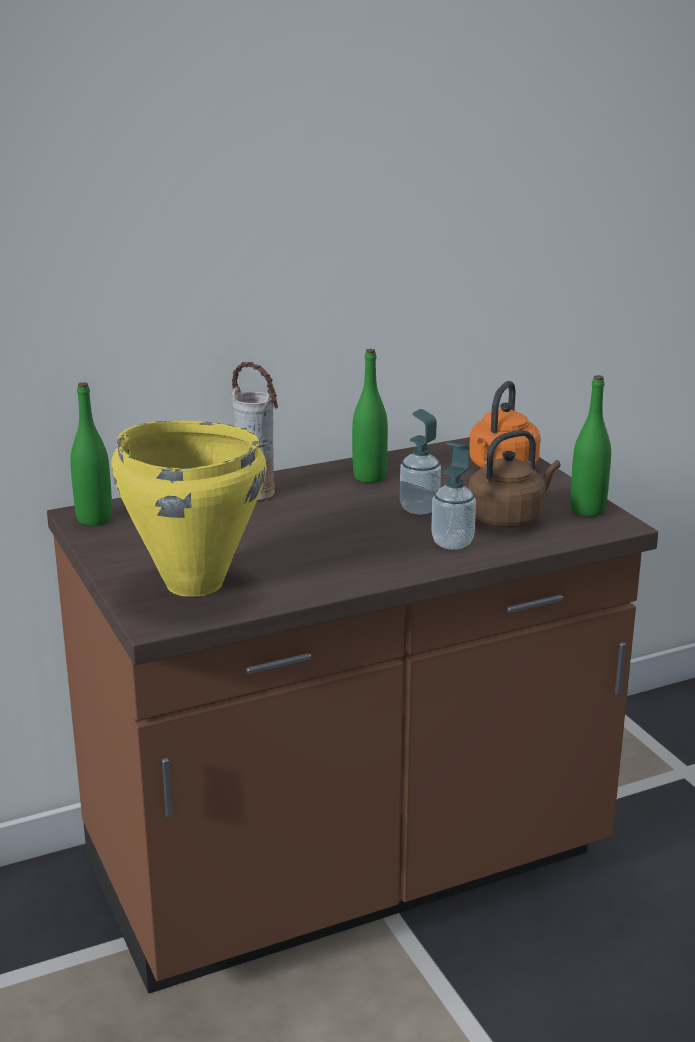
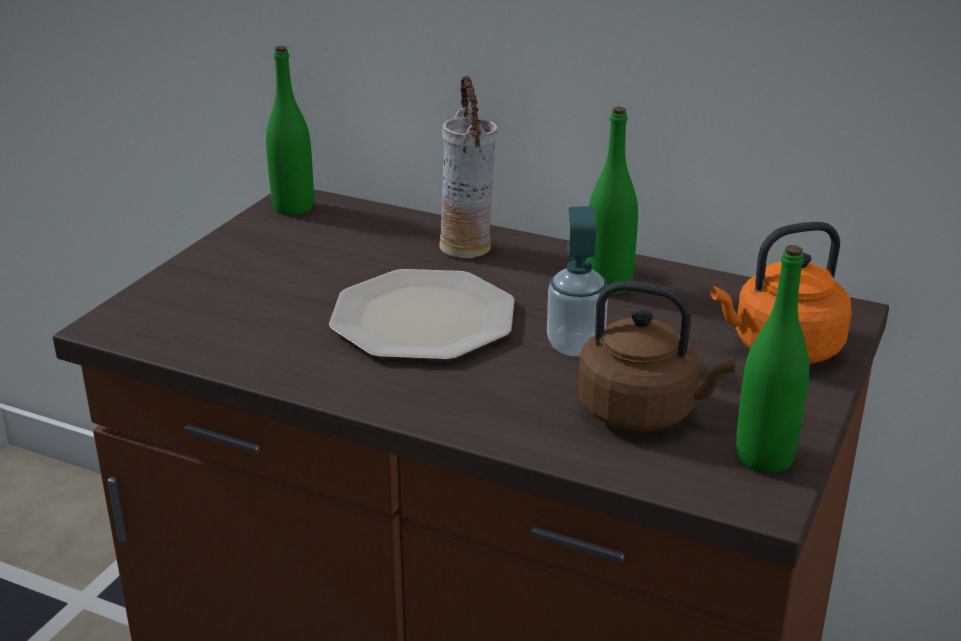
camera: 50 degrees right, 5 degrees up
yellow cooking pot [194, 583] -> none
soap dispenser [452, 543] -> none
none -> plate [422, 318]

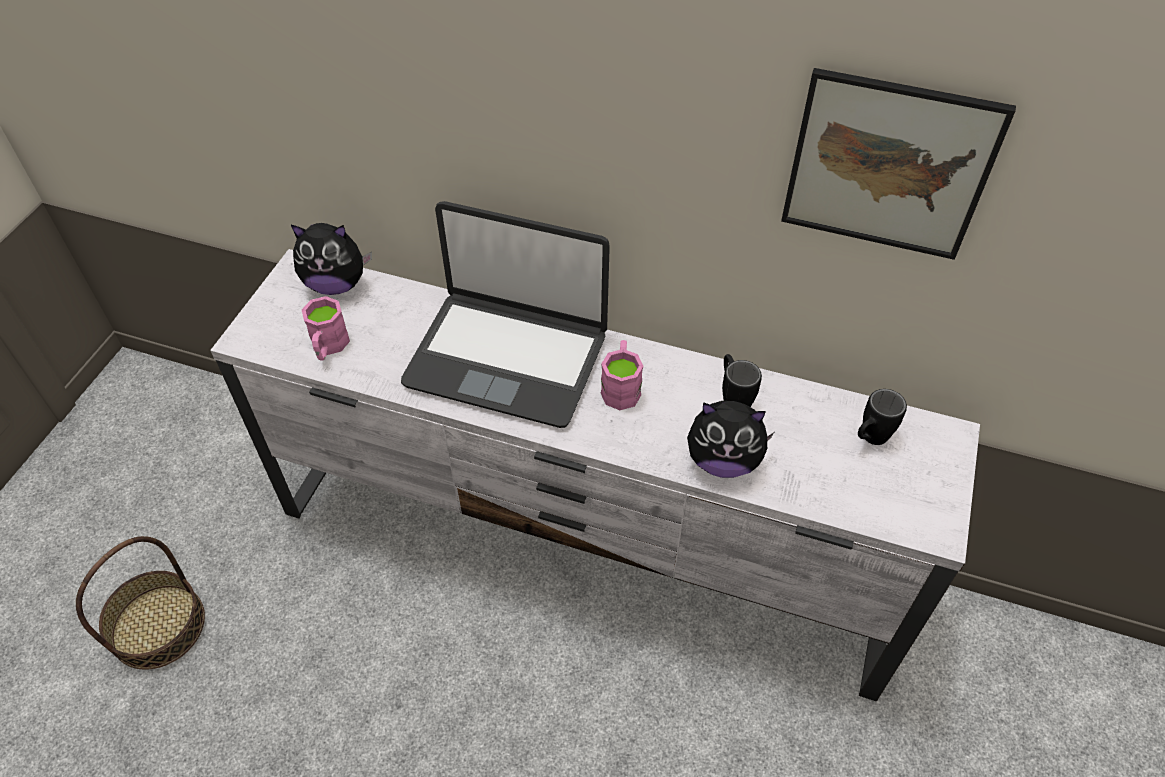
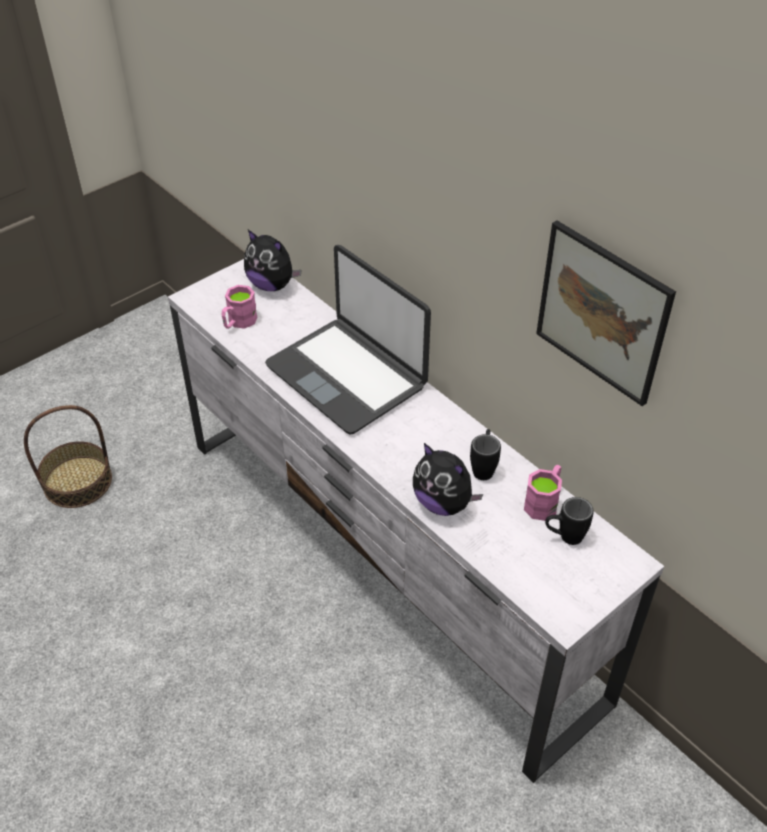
camera: 30 degrees right, 5 degrees down
pink mug [621, 387] -> pink mug [544, 502], move

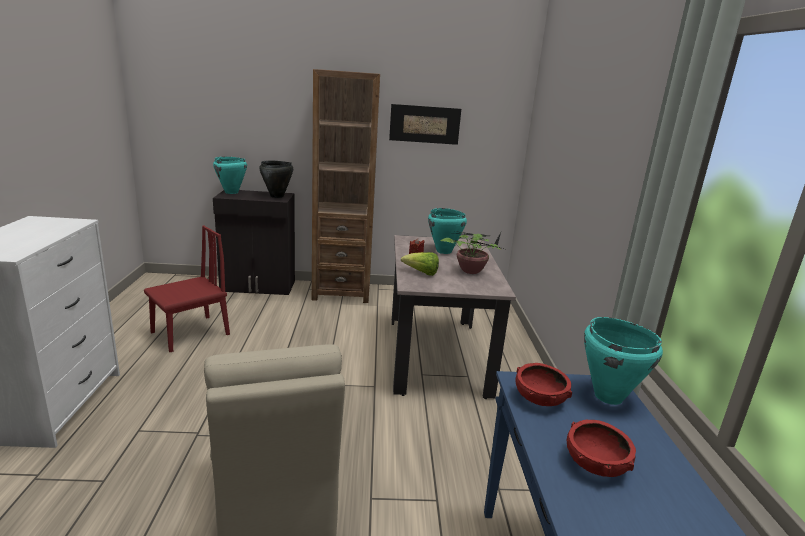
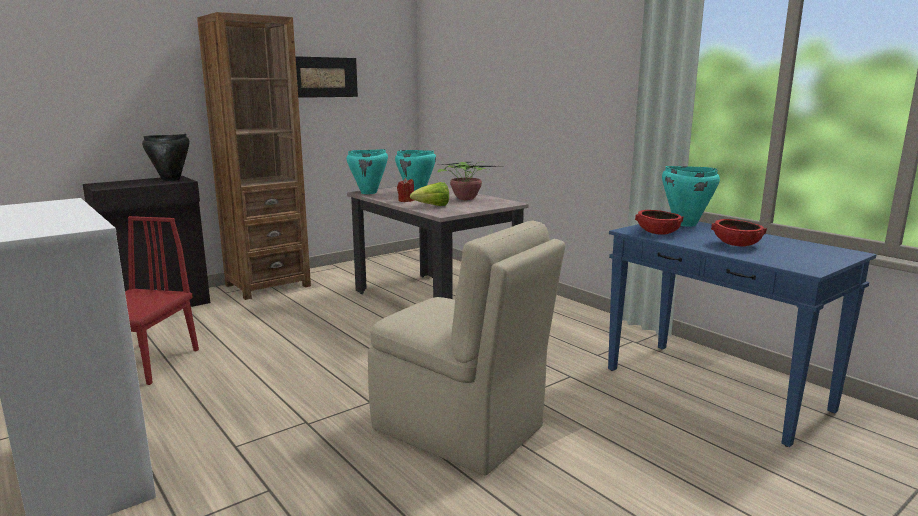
camera: 35 degrees left, 5 degrees down
turquoise cooking pot [231, 192] -> turquoise cooking pot [369, 192], move

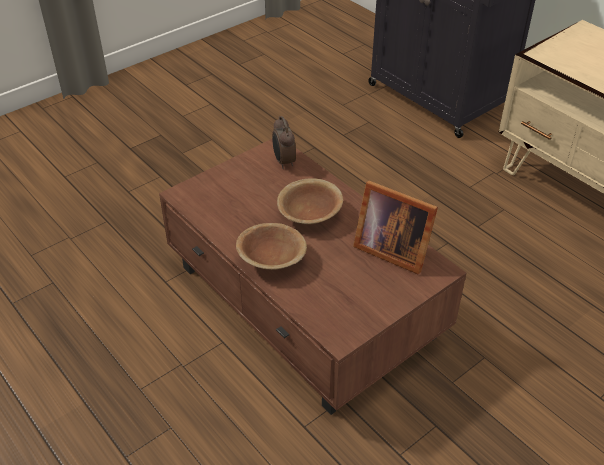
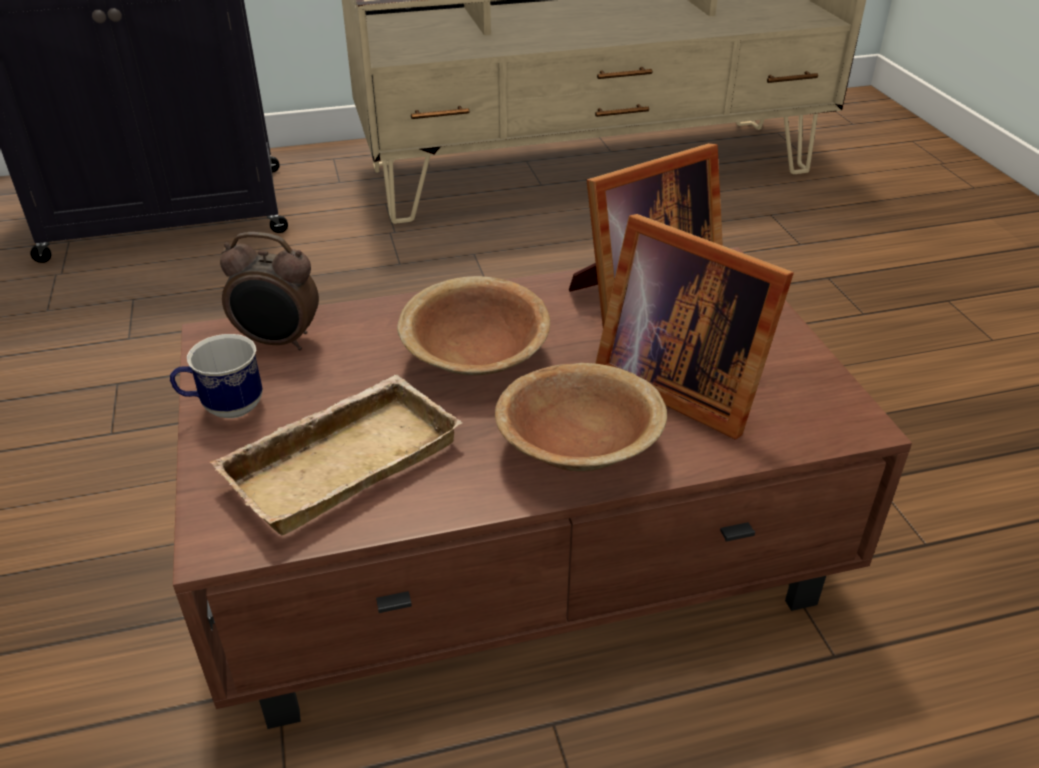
camera: 65 degrees left, 5 degrees down
none -> mug [224, 409]
none -> beige tray [342, 459]
none -> picture frame [678, 383]

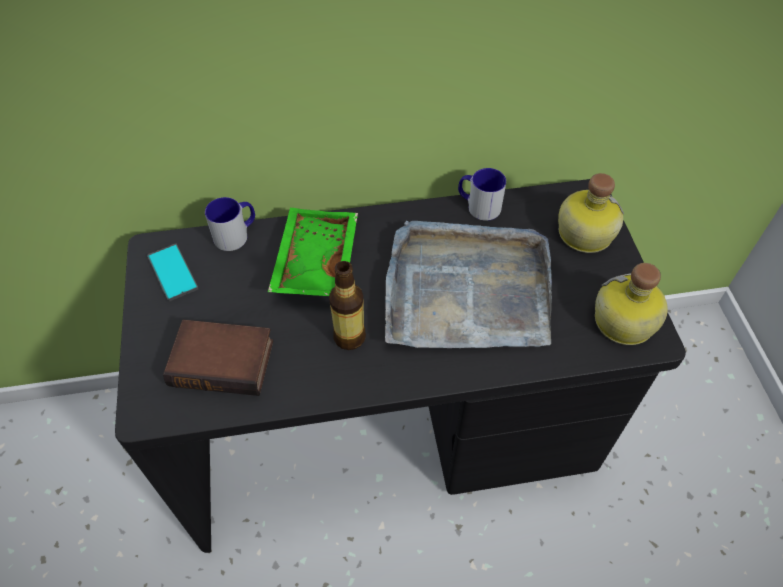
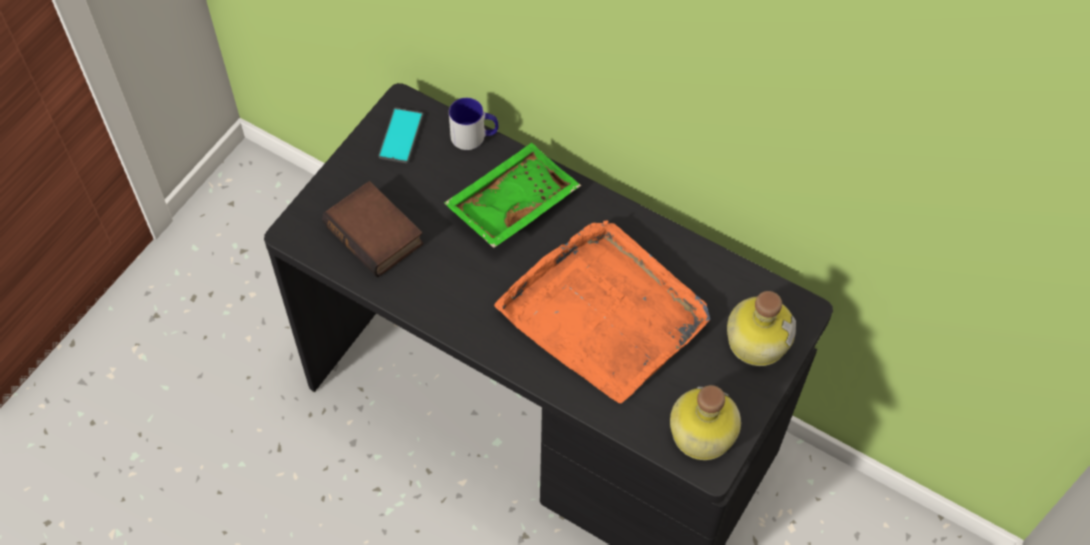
camera: 40 degrees right, 5 degrees up
bottle [349, 337] -> none
mug [478, 206] -> none
grey tray [466, 290] -> orange tray [605, 313]

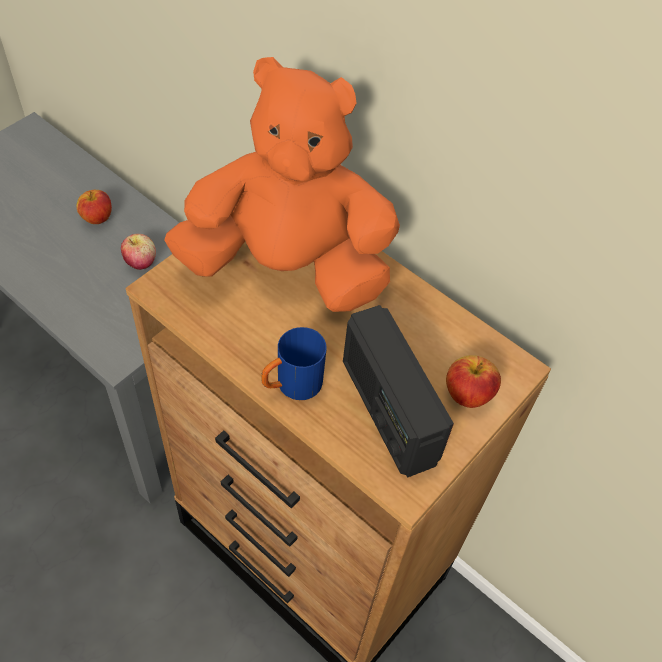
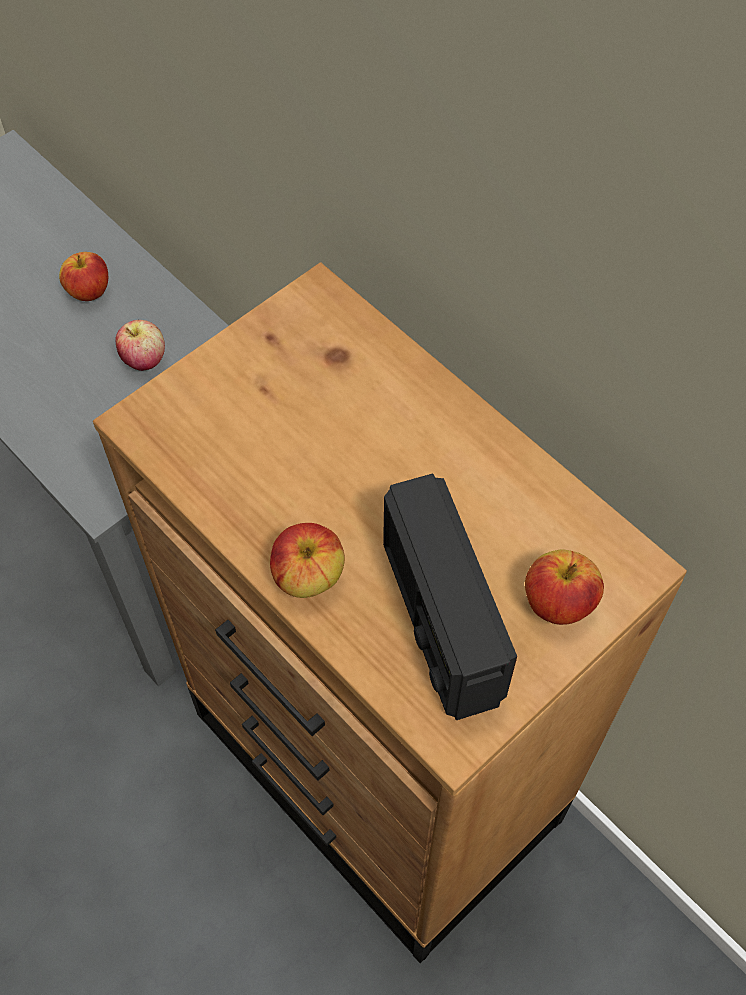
camera: 10 degrees right, 5 degrees up
orange plush toy [288, 267] -> none
blue mug [291, 386] -> apple [308, 576]

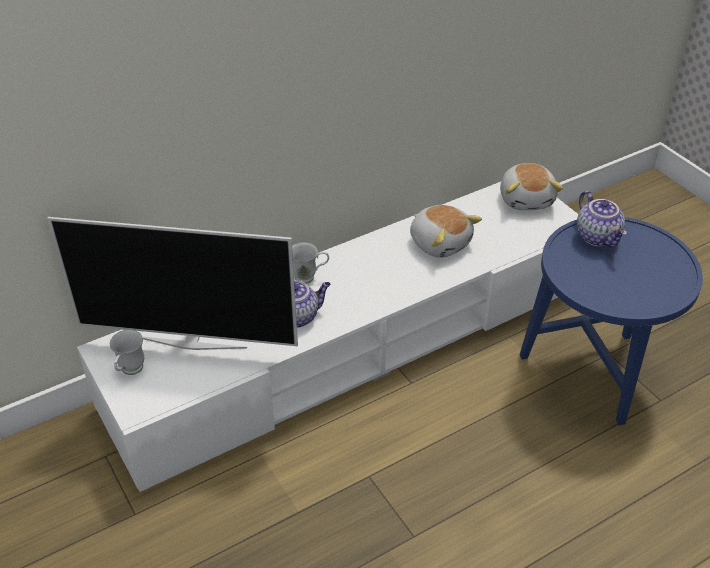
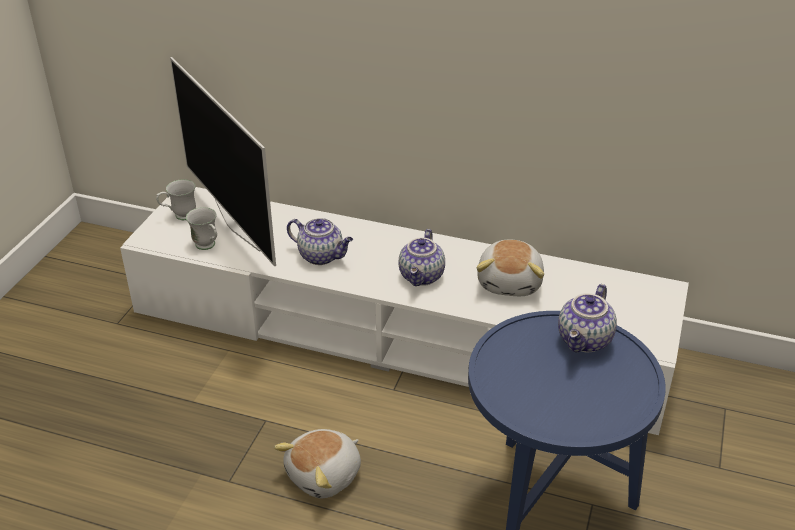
camera: 50 degrees right, 5 degrees down
none -> teapot [422, 277]
white mug [309, 277] -> white mug [208, 247], move
plush toy [527, 199] -> plush toy [325, 475], move

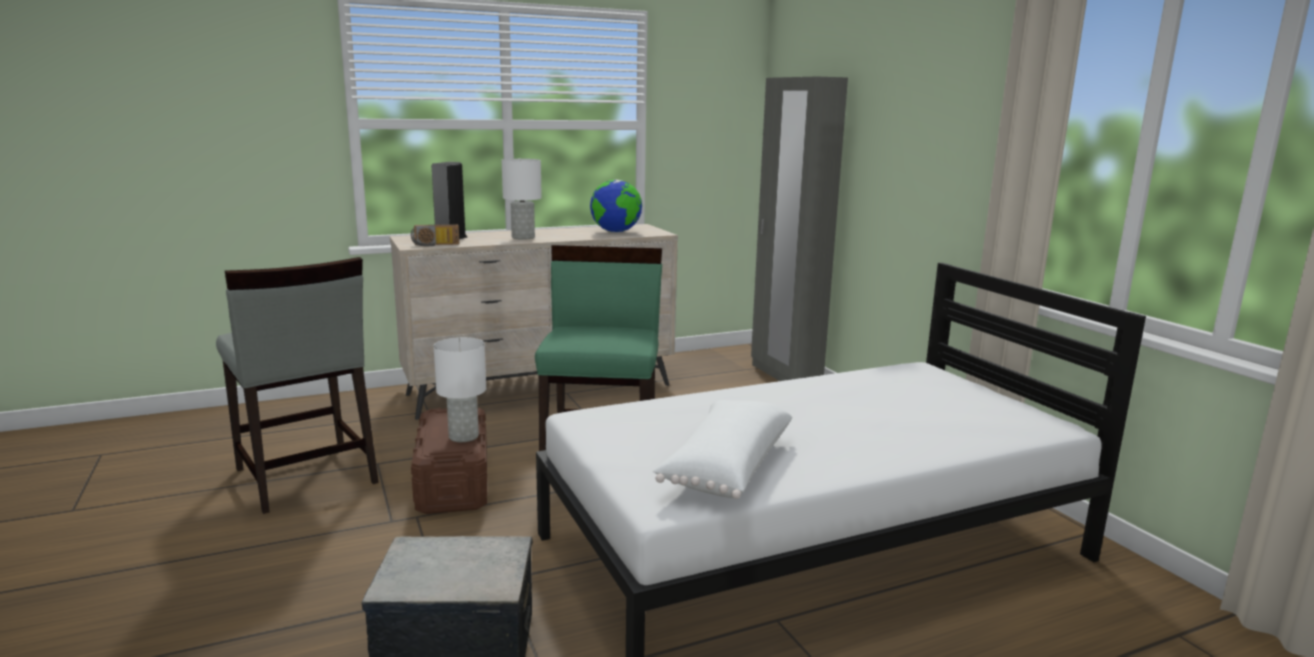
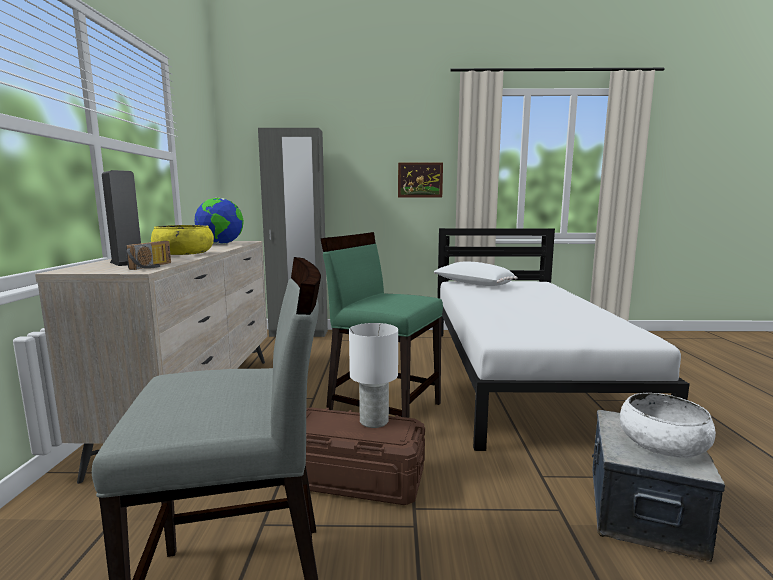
camera: 65 degrees left, 5 degrees down
none -> picture [420, 180]
none -> white bowl [663, 443]
white pillow [725, 467] -> white pillow [473, 284], move
white table lamp [522, 237] -> yellow bowl [184, 254]

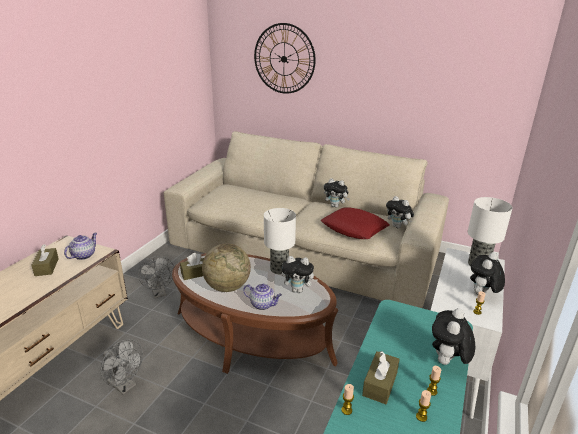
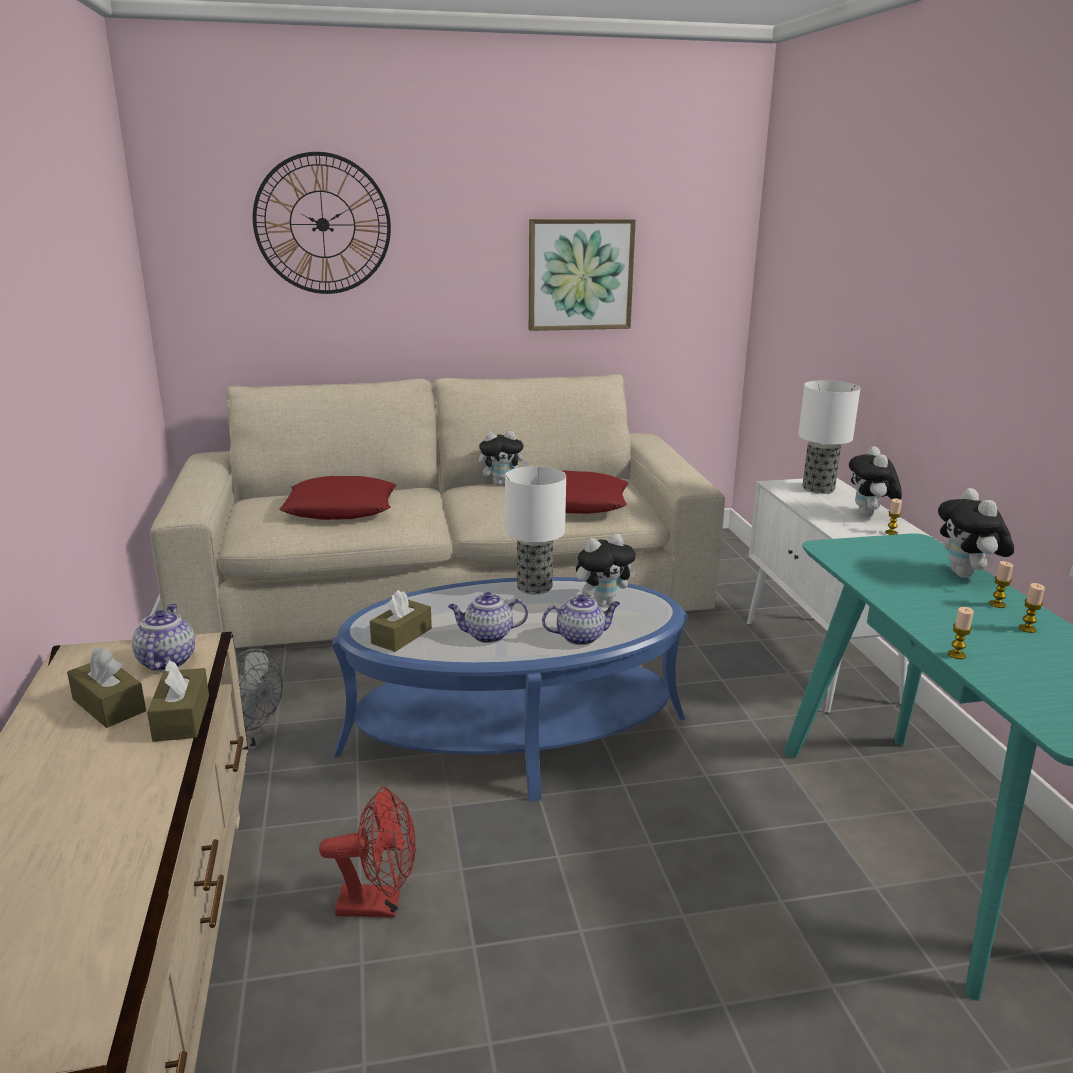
camera: 35 degrees left, 5 degrees down
plush toy [398, 227] -> none
none -> red pillow [341, 509]
none -> picture [580, 274]
brown tissue box [380, 384] -> brown tissue box [182, 718], move
globe [227, 287] -> teapot [487, 635]
grey fan [125, 386] -> red fan [379, 904]
brown coffee table [252, 336] -> blue coffee table [514, 734]

